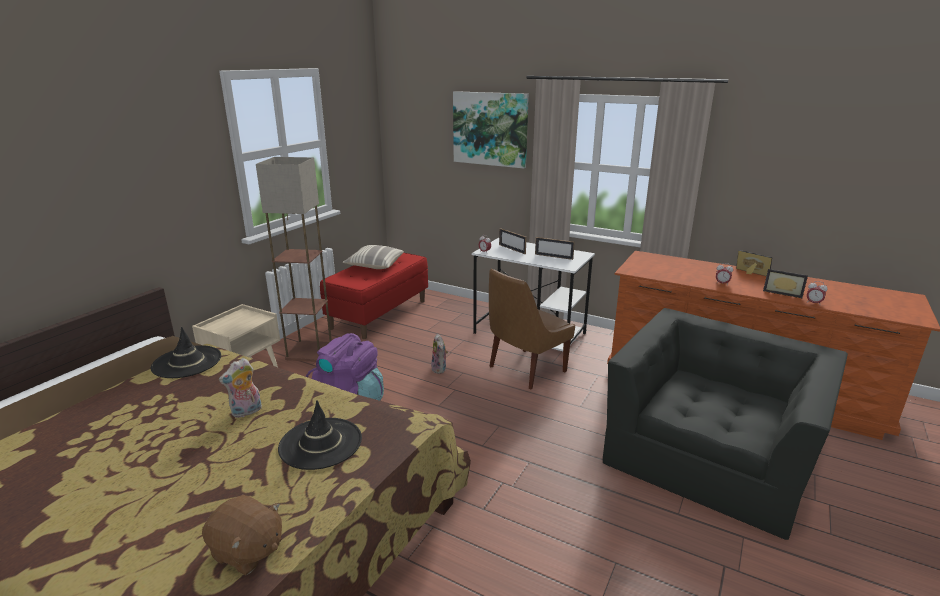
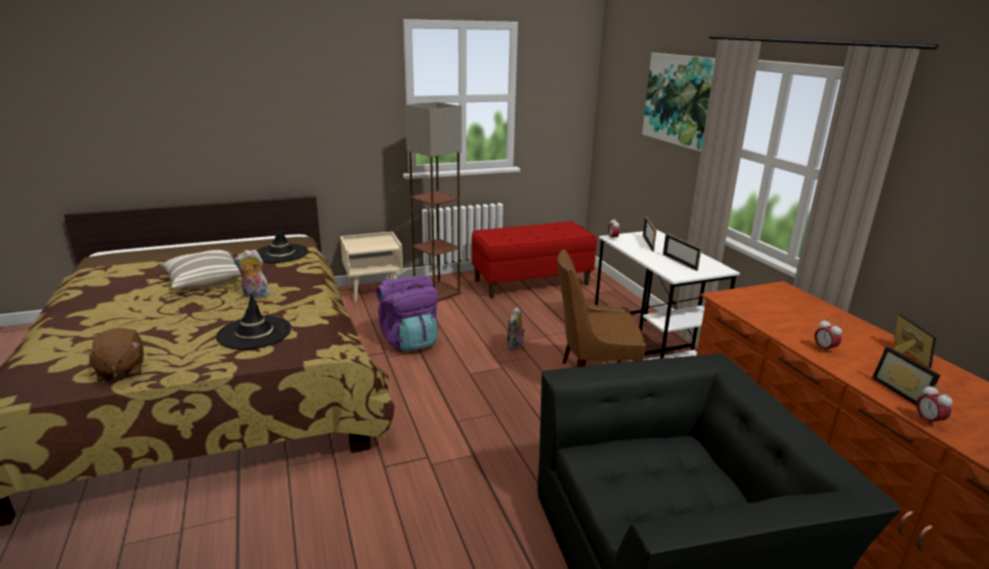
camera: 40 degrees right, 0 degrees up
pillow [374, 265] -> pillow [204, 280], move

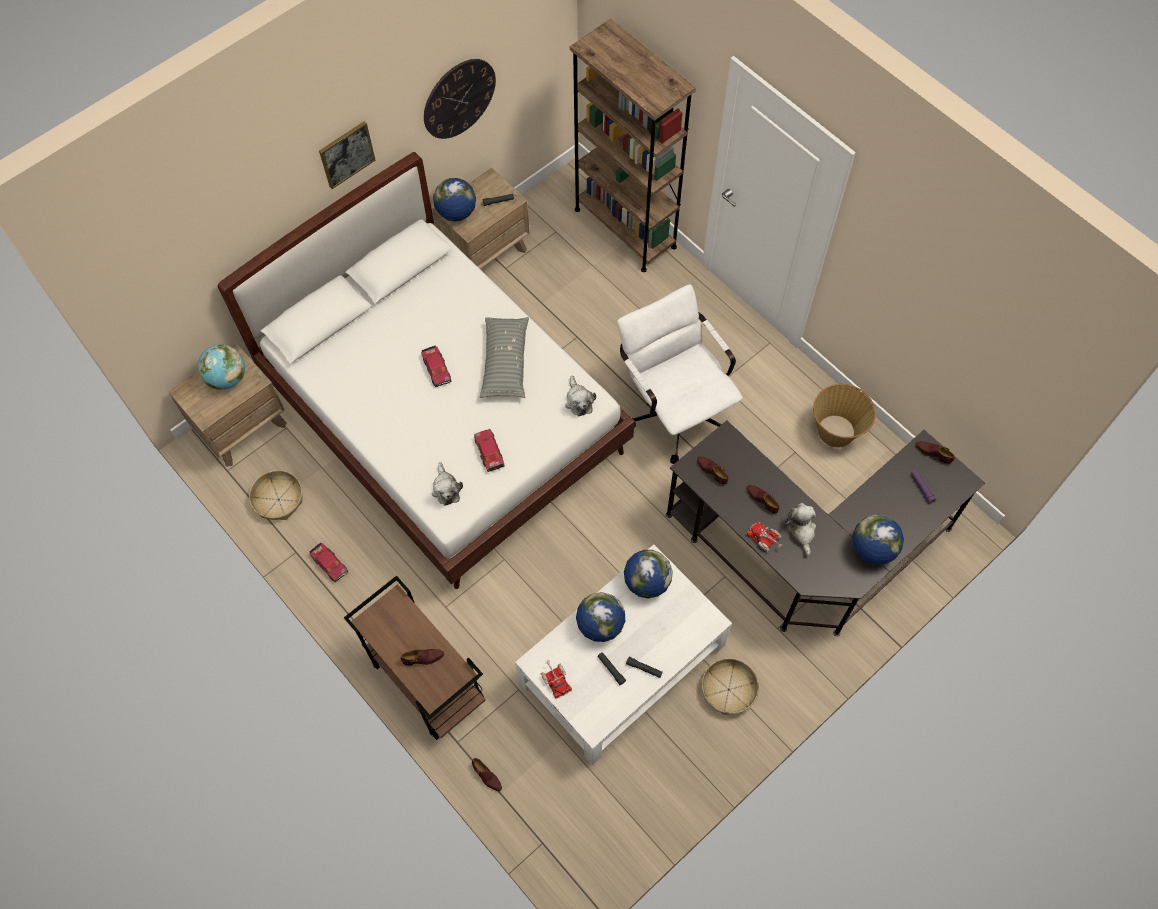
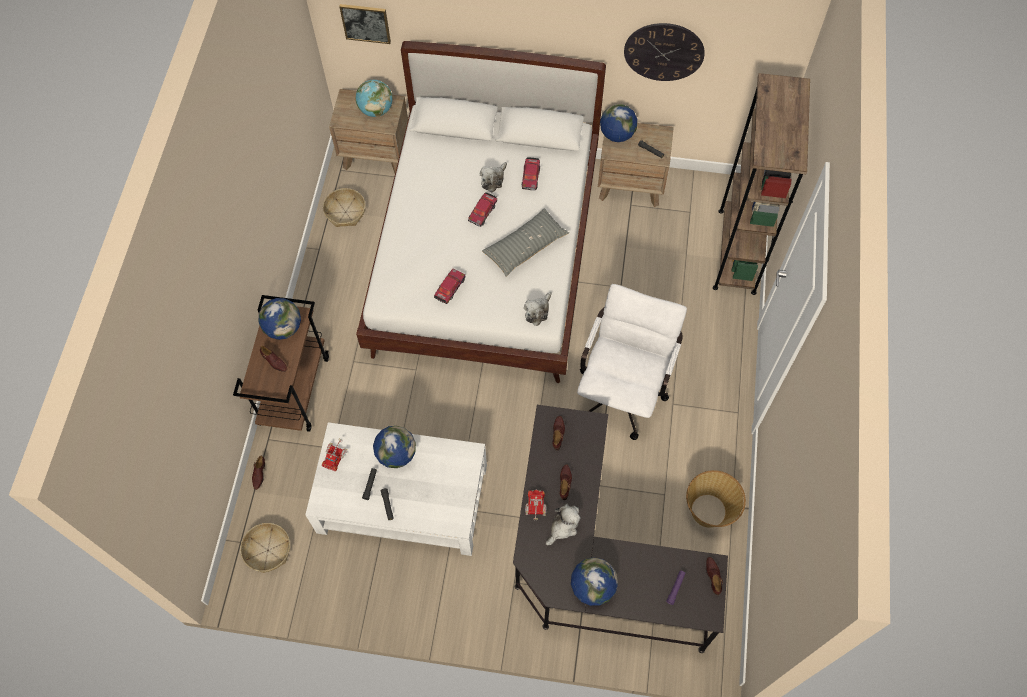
camera: 50 degrees right, 0 degrees up
toy car [329, 564] -> toy car [531, 176], move
picture [346, 154] -> picture [365, 23], move
plush toy [446, 489] -> plush toy [493, 180], move
globe [646, 582] -> globe [283, 328], move
basket [728, 690] -> basket [267, 550], move

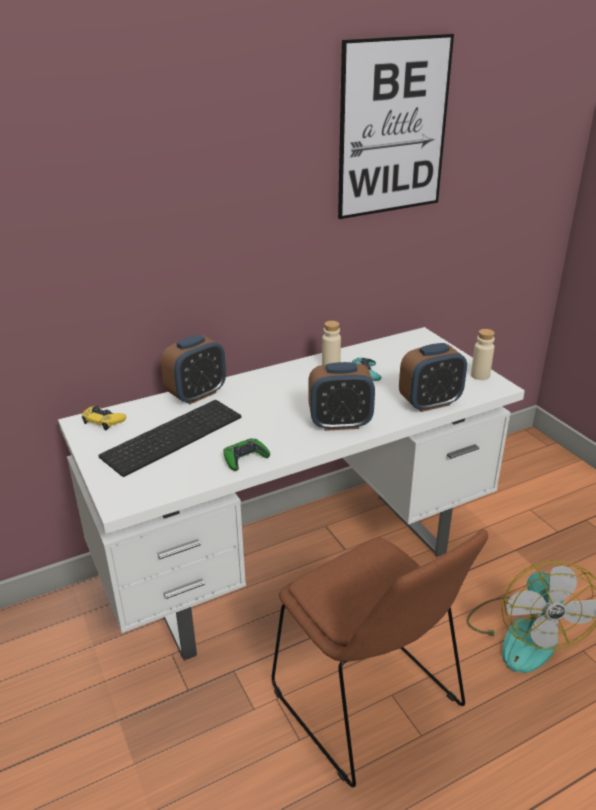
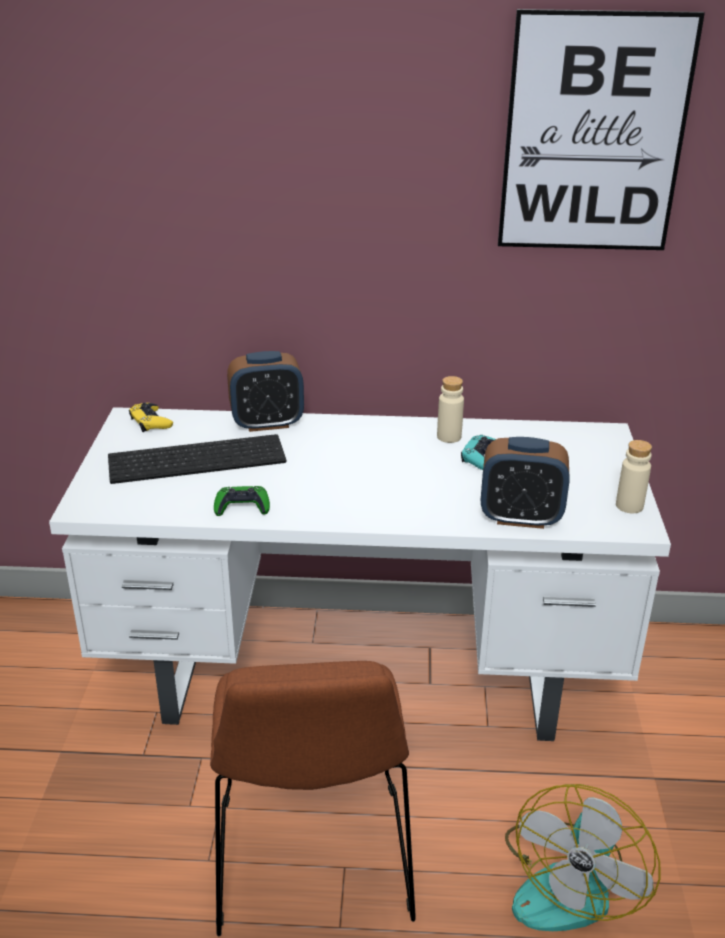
camera: 30 degrees right, 0 degrees up
alarm clock [340, 423] -> none

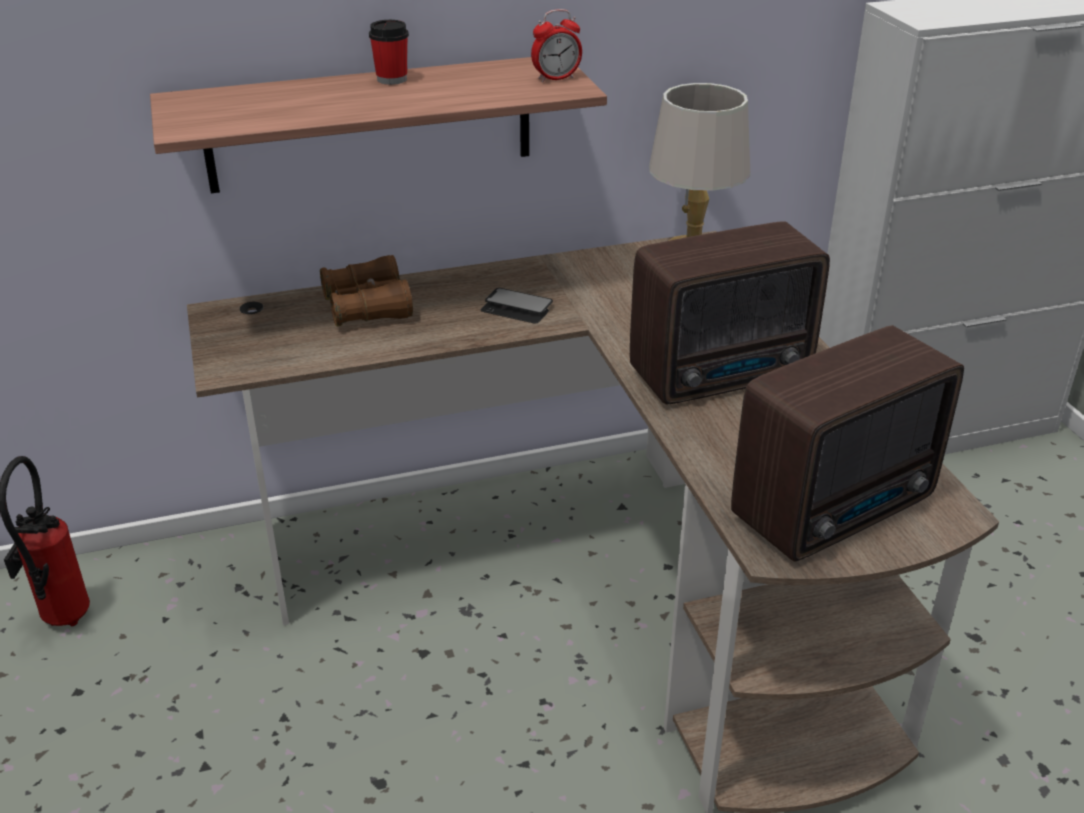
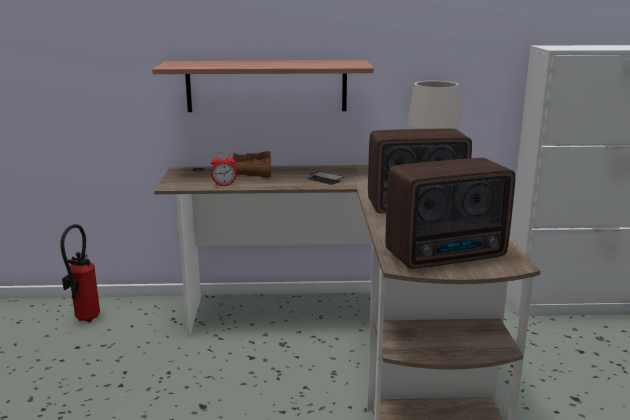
camera: 15 degrees right, 15 degrees down
cup [392, 79] -> none
alarm clock [556, 78] -> alarm clock [224, 185], move

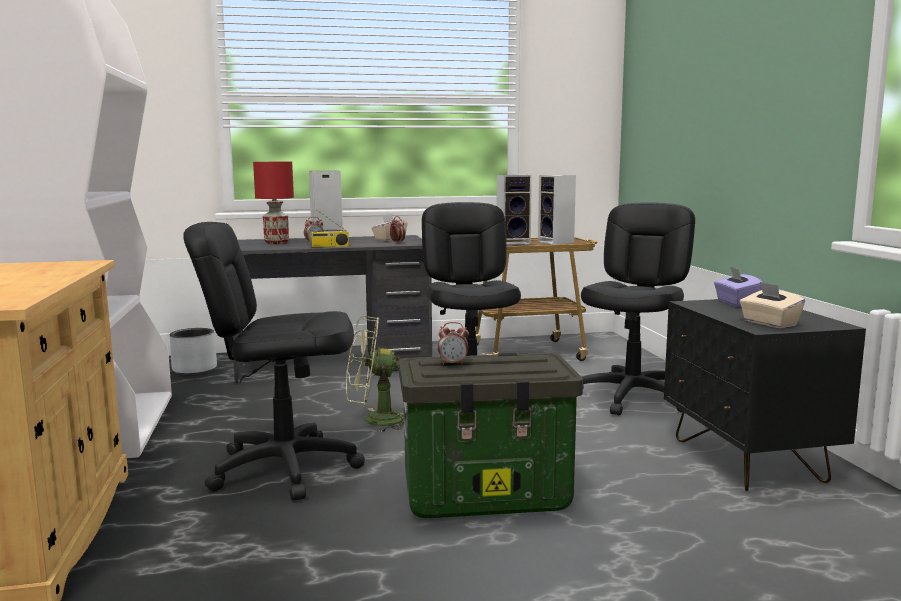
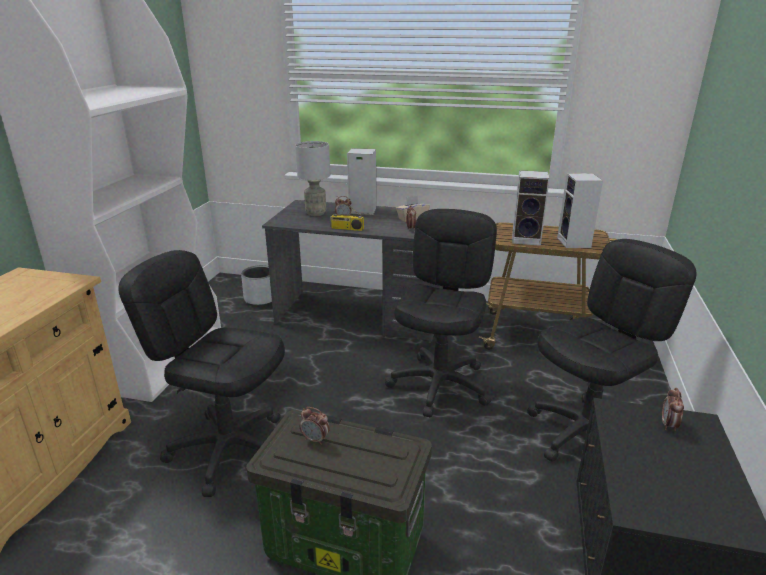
camera: 25 degrees right, 15 degrees up
green fan [374, 421] -> none
beige tissue box [769, 323] -> none
purple tissue box [736, 303] -> alarm clock [668, 425]
red table lamp [276, 243] -> grey table lamp [315, 213]

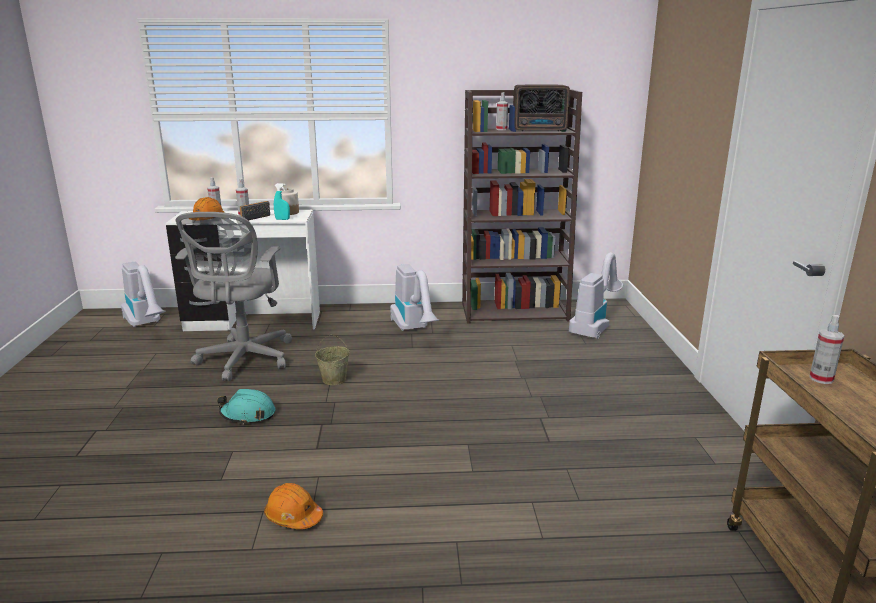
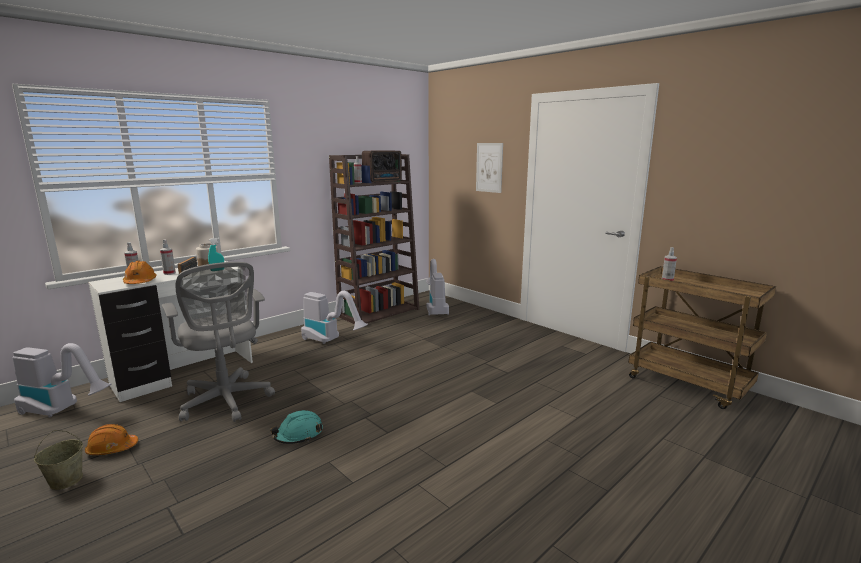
camera: 40 degrees left, 5 degrees down
none -> picture [489, 167]
orange hard hat [293, 517] -> orange hard hat [112, 449], move
beige bucket [334, 379] -> beige bucket [66, 480], move

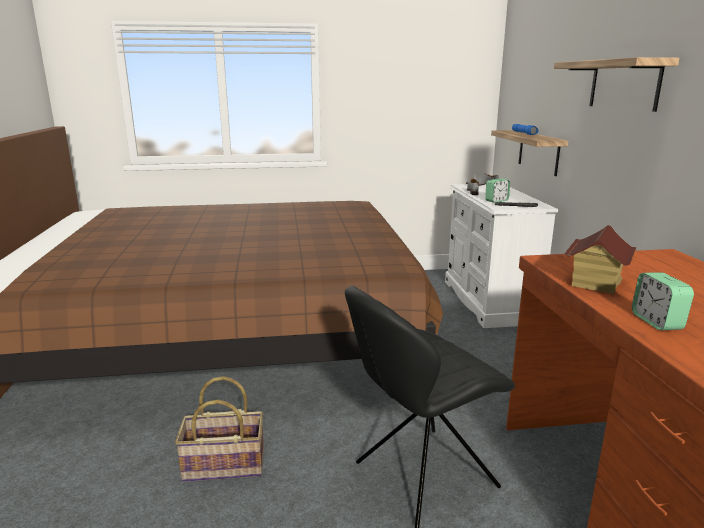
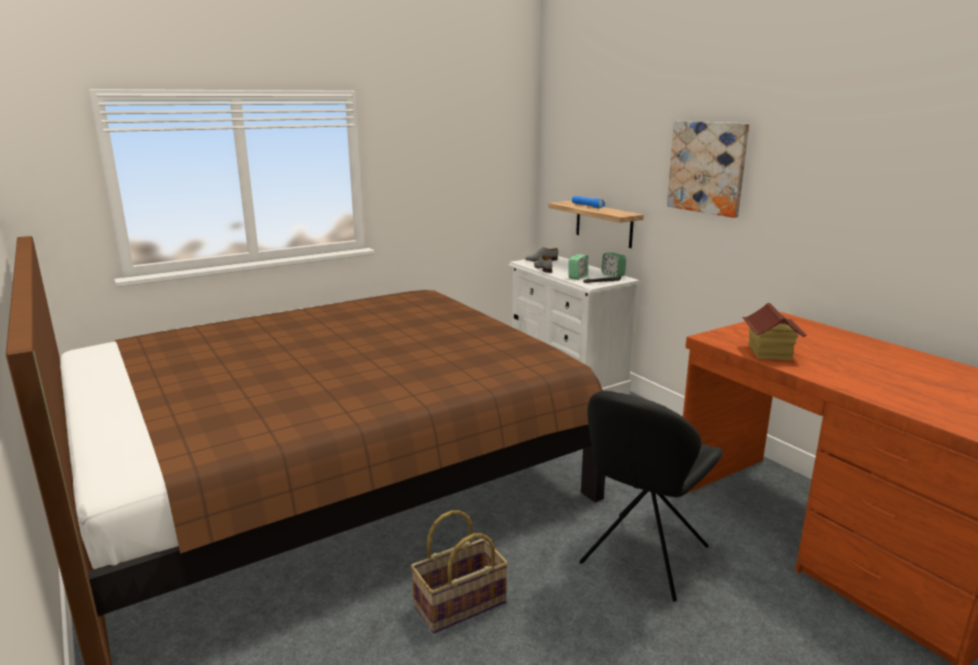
camera: 25 degrees left, 0 degrees up
alarm clock [656, 322] -> alarm clock [613, 275], move
shelf [624, 84] -> picture [707, 167]

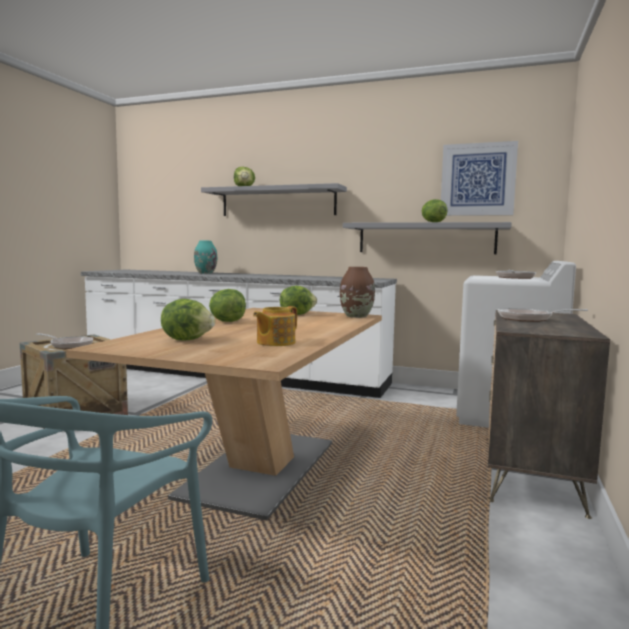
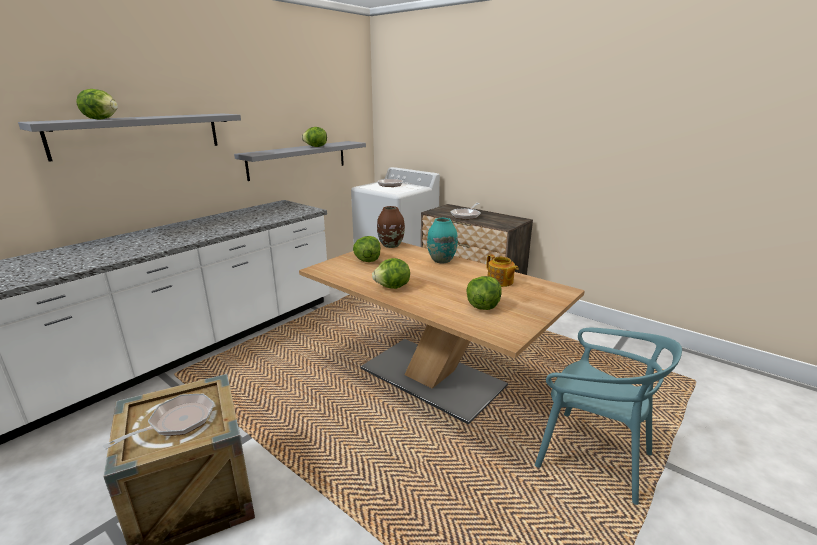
camera: 70 degrees left, 15 degrees up
picture [478, 179] -> none
turquoise vase [205, 273] -> turquoise vase [441, 260], move

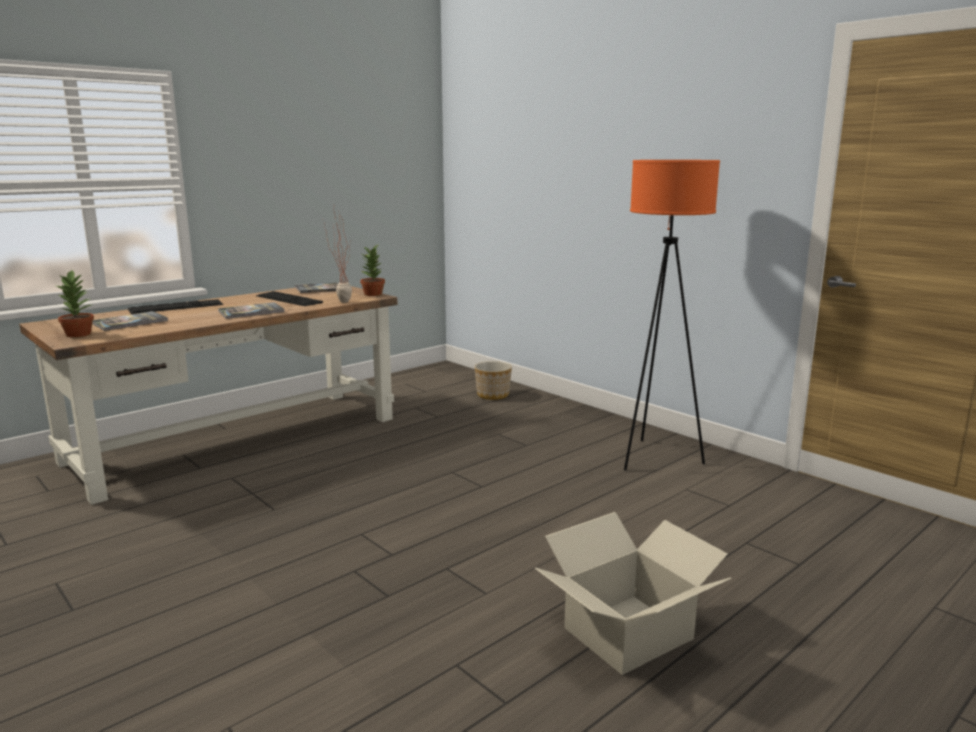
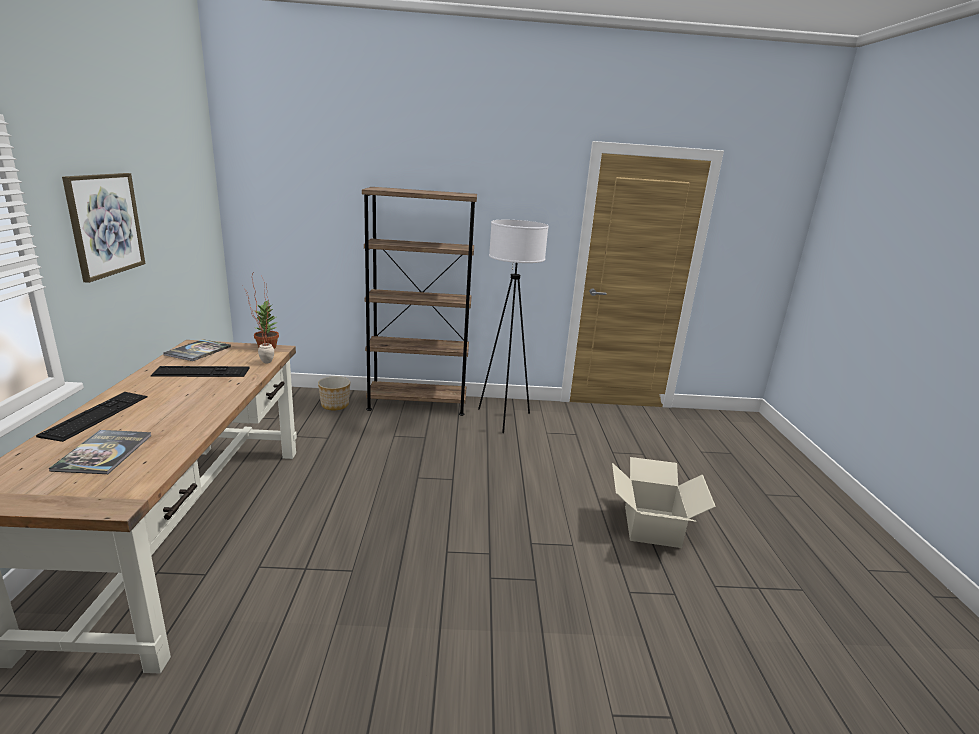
camera: 50 degrees left, 5 degrees up
potted plant [79, 334] -> none
book [251, 312] -> none
none -> picture [105, 224]
none -> brown bookcase [417, 403]
orange floor lamp [655, 458] -> white floor lamp [503, 418]

